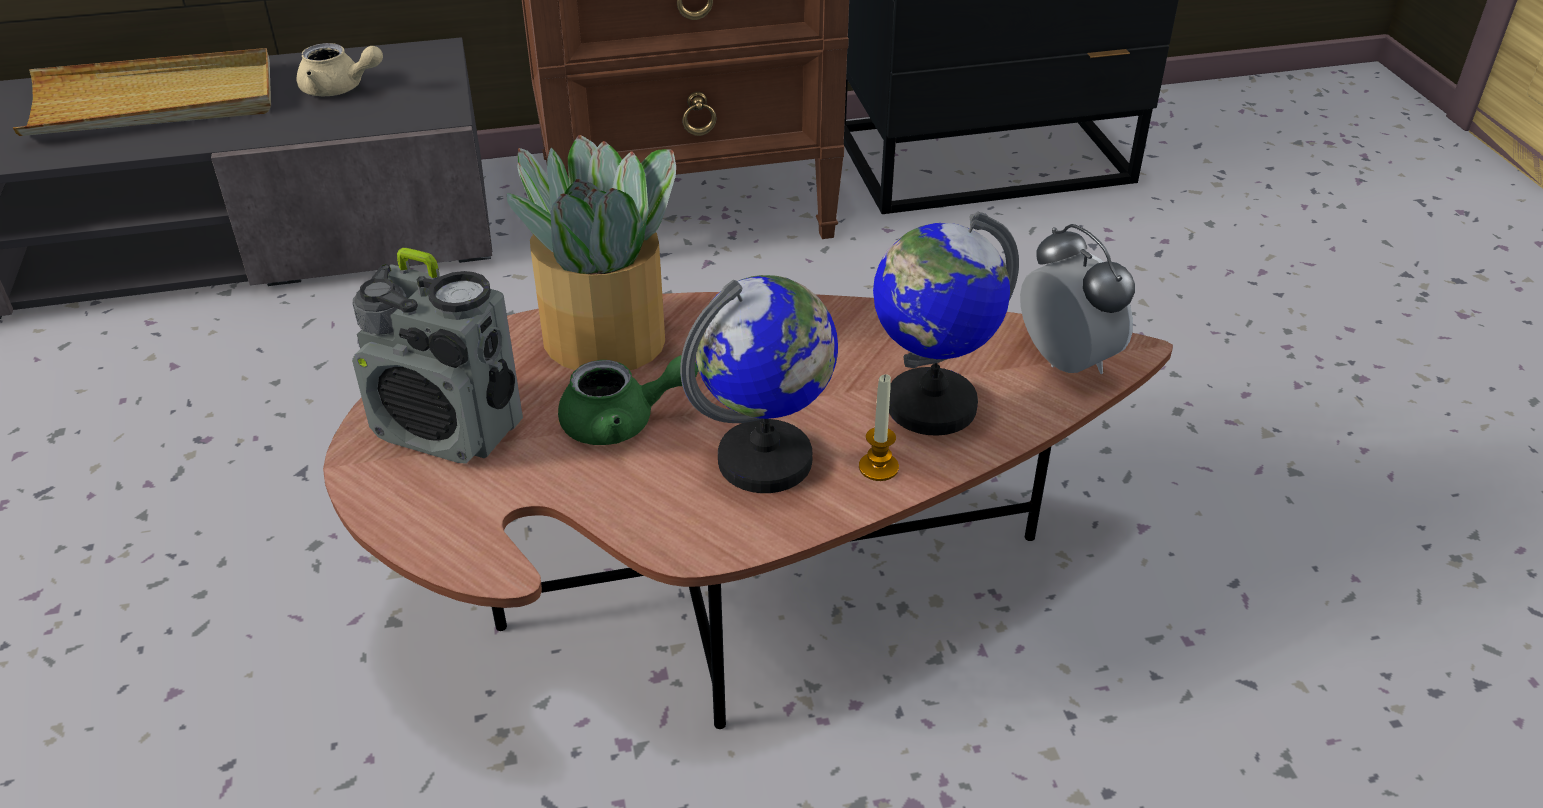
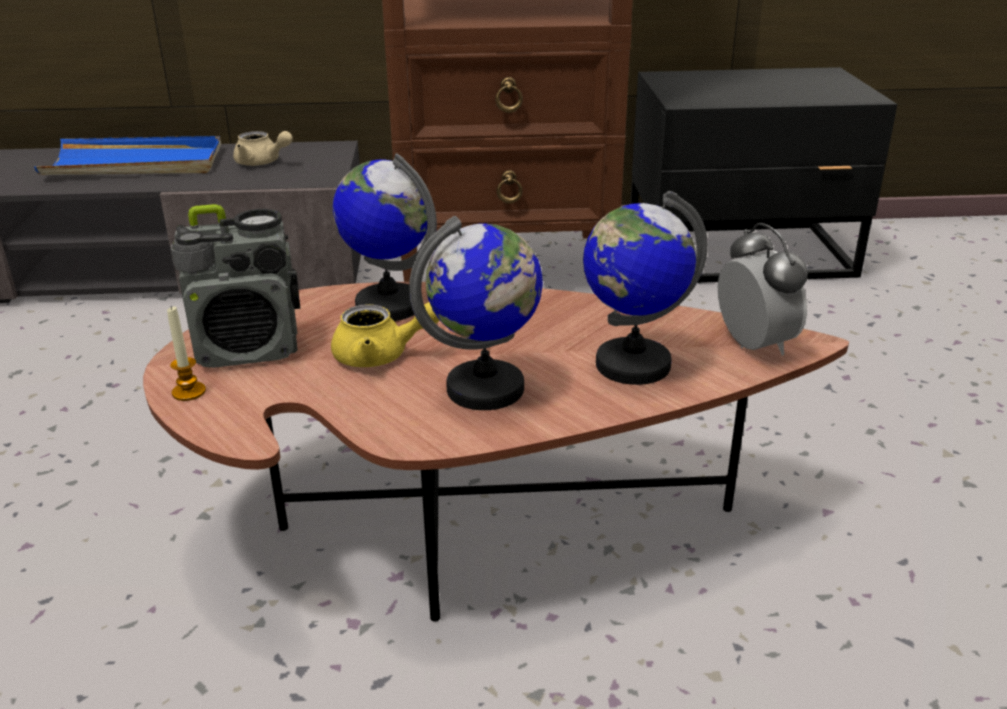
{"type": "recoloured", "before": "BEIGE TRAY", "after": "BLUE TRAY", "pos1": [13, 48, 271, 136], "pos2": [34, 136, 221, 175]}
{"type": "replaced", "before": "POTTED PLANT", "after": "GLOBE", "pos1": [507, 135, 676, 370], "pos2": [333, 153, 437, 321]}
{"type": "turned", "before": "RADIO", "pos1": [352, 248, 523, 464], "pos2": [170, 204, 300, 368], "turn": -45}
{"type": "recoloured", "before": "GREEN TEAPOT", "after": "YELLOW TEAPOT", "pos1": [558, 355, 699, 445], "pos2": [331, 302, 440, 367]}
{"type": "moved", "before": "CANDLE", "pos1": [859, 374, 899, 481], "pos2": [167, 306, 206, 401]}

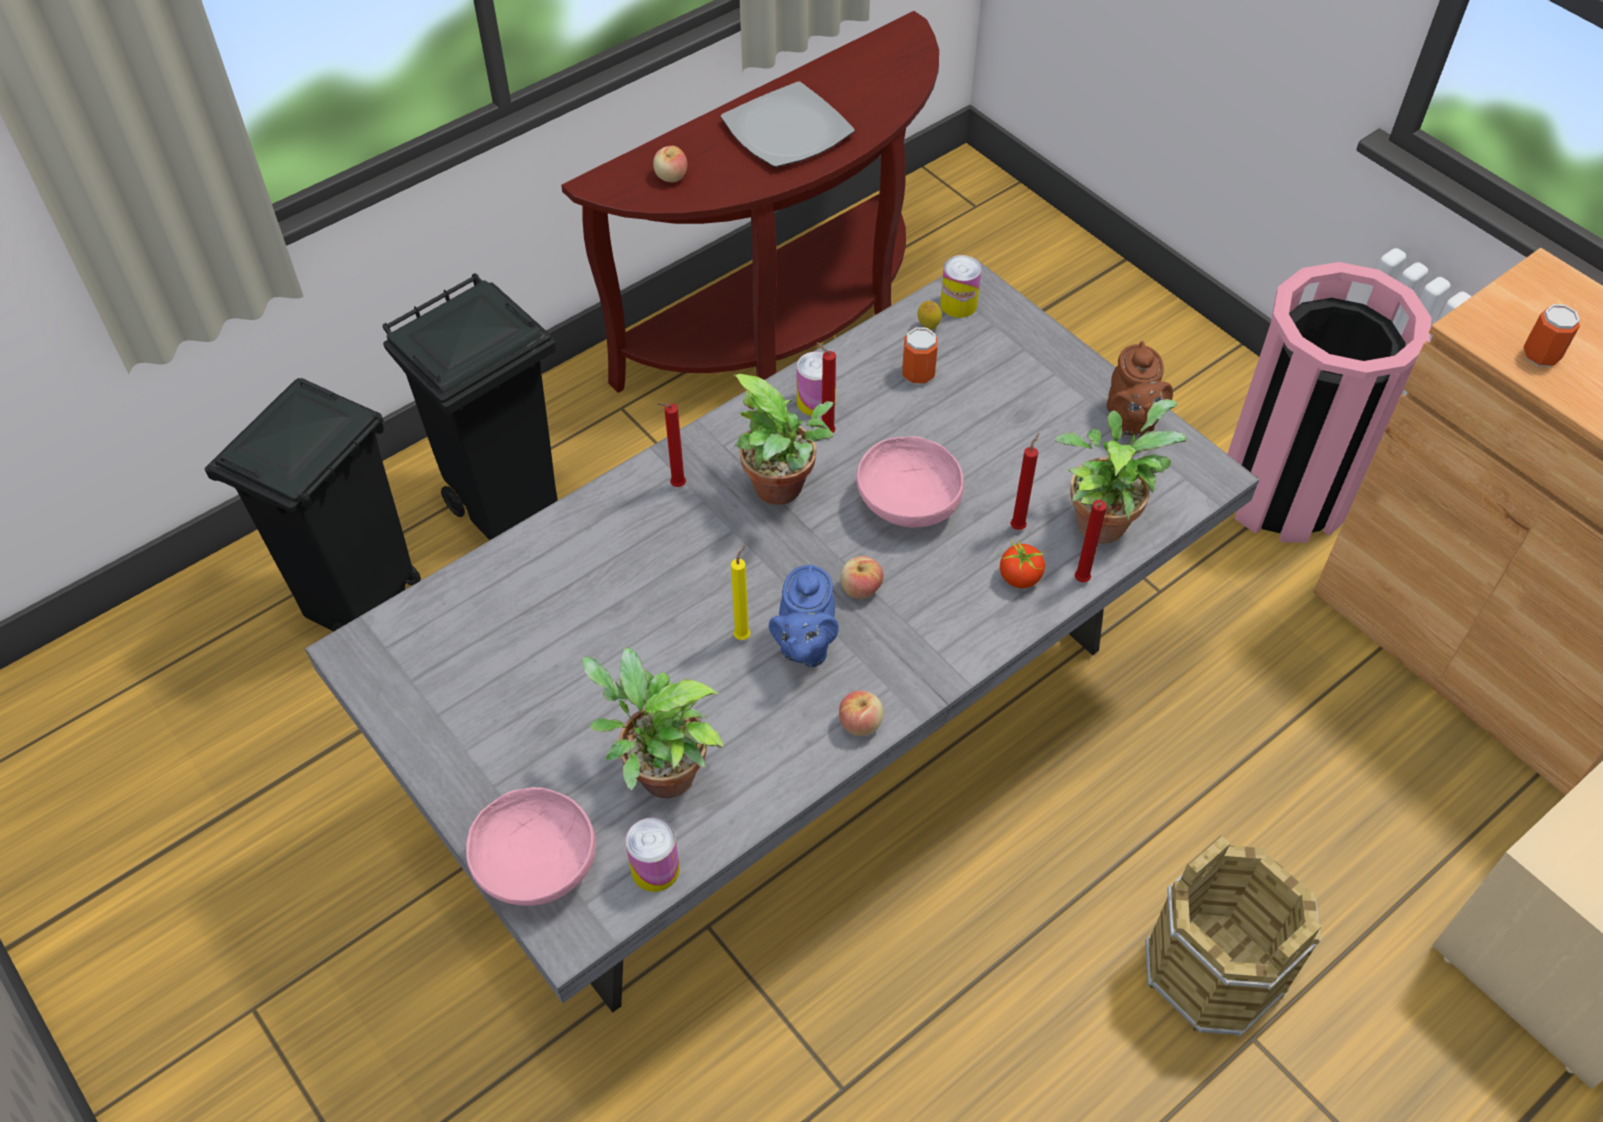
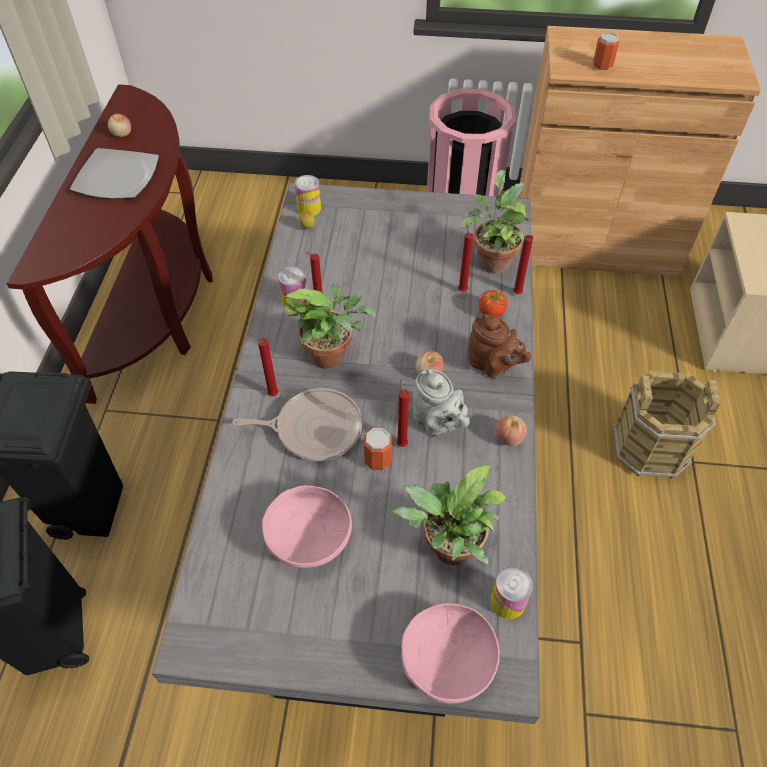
{"type": "moved", "before": "APPLE", "pos1": [653, 146, 687, 182], "pos2": [108, 114, 131, 137]}
{"type": "moved", "before": "CAN", "pos1": [902, 327, 938, 384], "pos2": [364, 428, 392, 470]}
{"type": "moved", "before": "BROWN TEAPOT", "pos1": [1107, 341, 1173, 437], "pos2": [468, 314, 531, 378]}
{"type": "moved", "before": "PINK BOWL", "pos1": [856, 436, 964, 527], "pos2": [262, 485, 352, 568]}
{"type": "recoloured", "before": "YELLOW CANDLE", "after": "RED CANDLE", "pos1": [731, 545, 750, 640], "pos2": [396, 380, 409, 447]}
{"type": "recoloured", "before": "BLUE TEAPOT", "after": "GREY TEAPOT", "pos1": [769, 565, 839, 668], "pos2": [412, 369, 470, 437]}
{"type": "added", "after": "FRYING PAN", "pos2": [233, 388, 362, 461]}

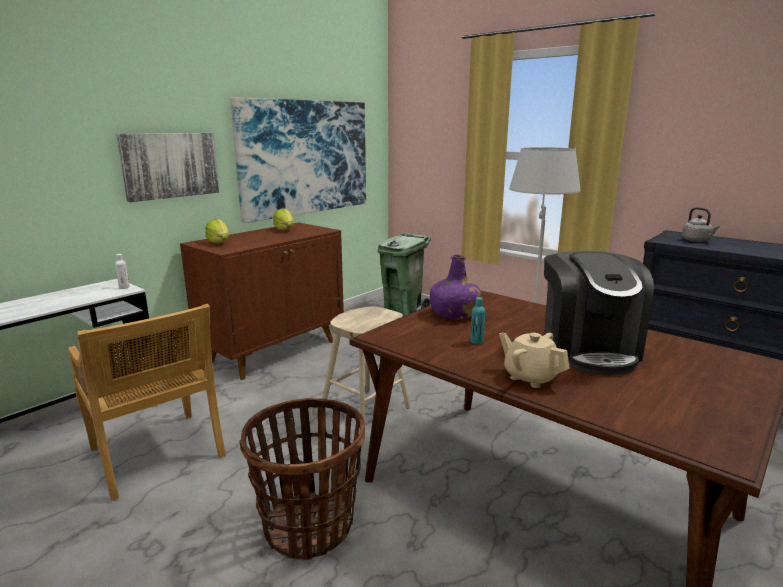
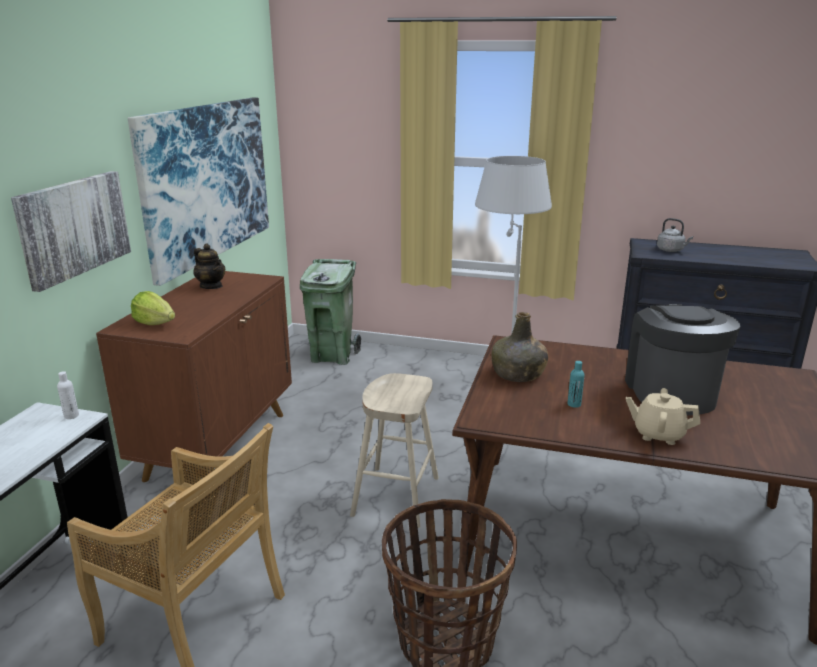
{"type": "replaced", "before": "LETTUCE", "after": "TEAPOT", "pos1": [273, 208, 294, 230], "pos2": [193, 244, 225, 289]}
{"type": "turned", "before": "COFFEE MACHINE", "pos1": [544, 251, 654, 375], "pos2": [625, 304, 740, 415], "turn": -150}
{"type": "recoloured", "before": "PURPLE BOTTLE", "after": "GREEN BOTTLE", "pos1": [430, 255, 482, 320], "pos2": [492, 312, 548, 382]}

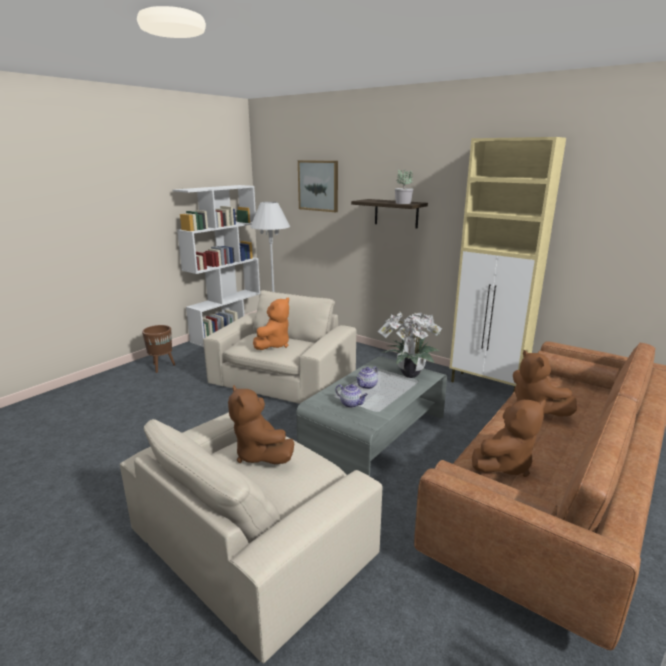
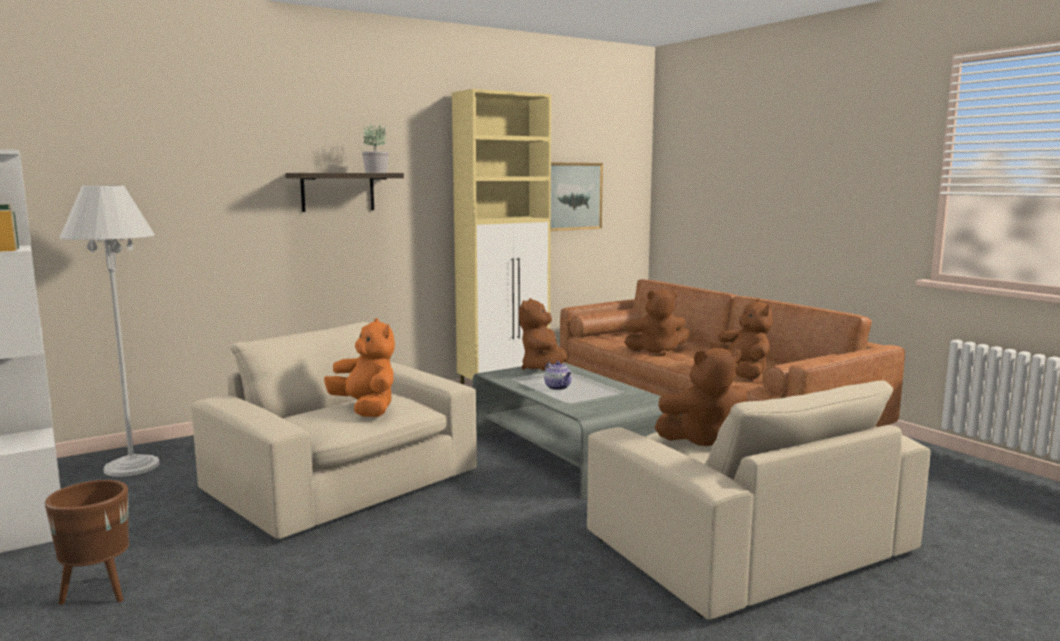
{"type": "moved", "before": "PICTURE", "pos1": [298, 160, 338, 212], "pos2": [551, 162, 603, 231]}
{"type": "replaced", "before": "POTTED PLANT", "after": "BROWN PLUSH TOY", "pos1": [378, 312, 442, 378], "pos2": [519, 298, 567, 371]}
{"type": "removed", "before": "TEAPOT", "pos1": [336, 384, 368, 408]}

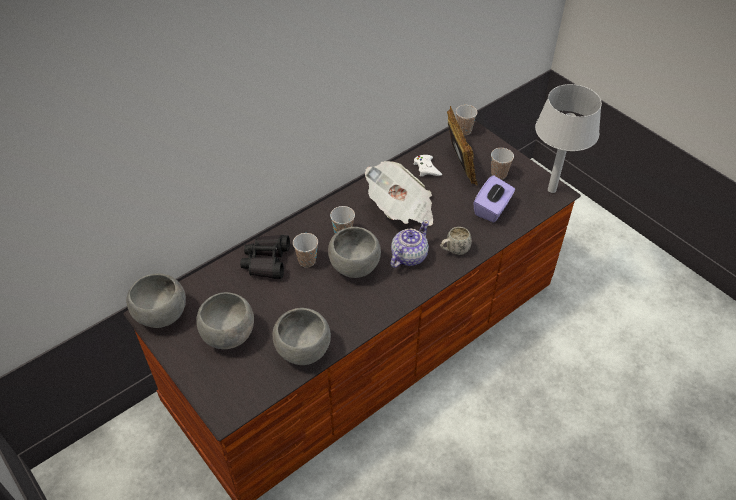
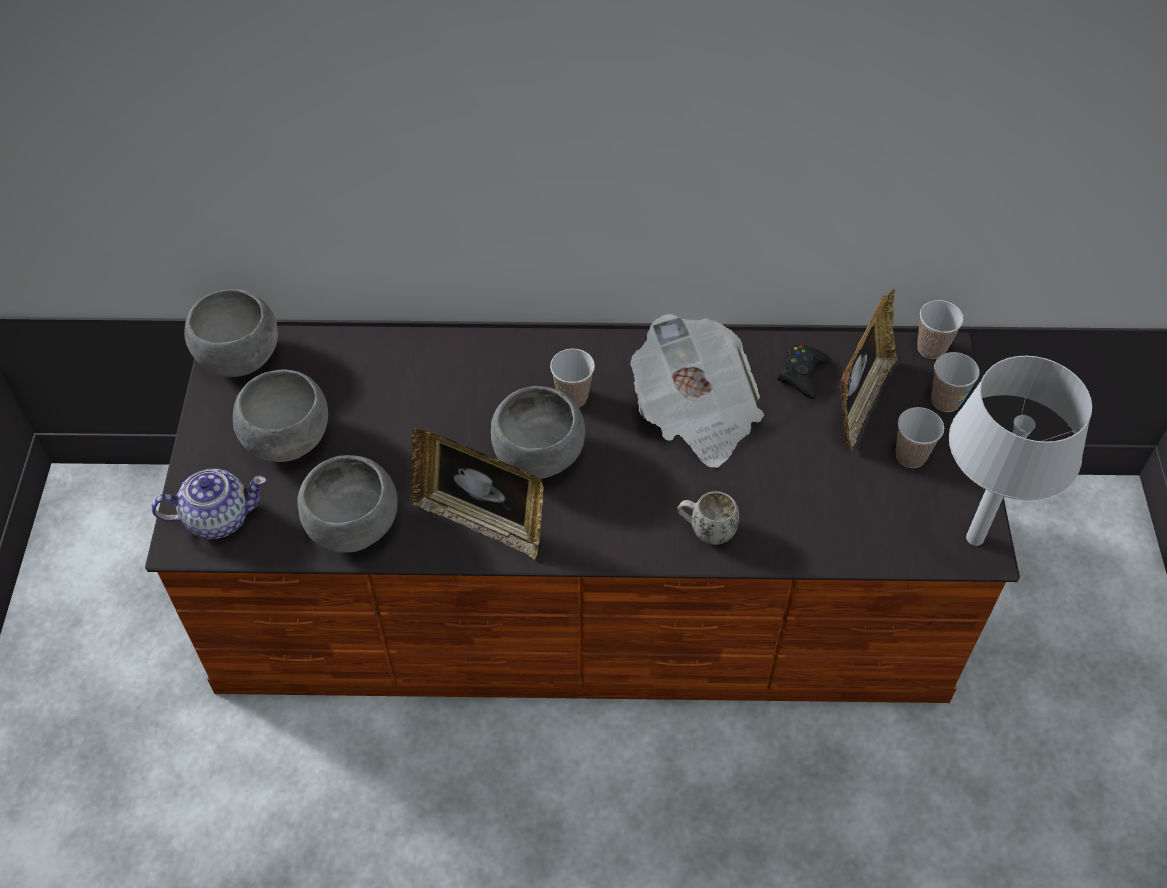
{"type": "recoloured", "before": "WHITE GAME CONTROLLER", "after": "BLACK GAME CONTROLLER", "pos1": [414, 155, 442, 177], "pos2": [777, 345, 831, 399]}
{"type": "removed", "before": "PURPLE TISSUE BOX", "pos1": [473, 175, 515, 223]}
{"type": "moved", "before": "TEAPOT", "pos1": [391, 220, 429, 268], "pos2": [151, 469, 267, 539]}
{"type": "moved", "before": "CUP", "pos1": [293, 233, 318, 268], "pos2": [931, 352, 980, 412]}
{"type": "removed", "before": "BLACK BINOCULARS", "pos1": [240, 235, 290, 279]}
{"type": "added", "after": "PICTURE FRAME", "pos2": [411, 428, 544, 560]}

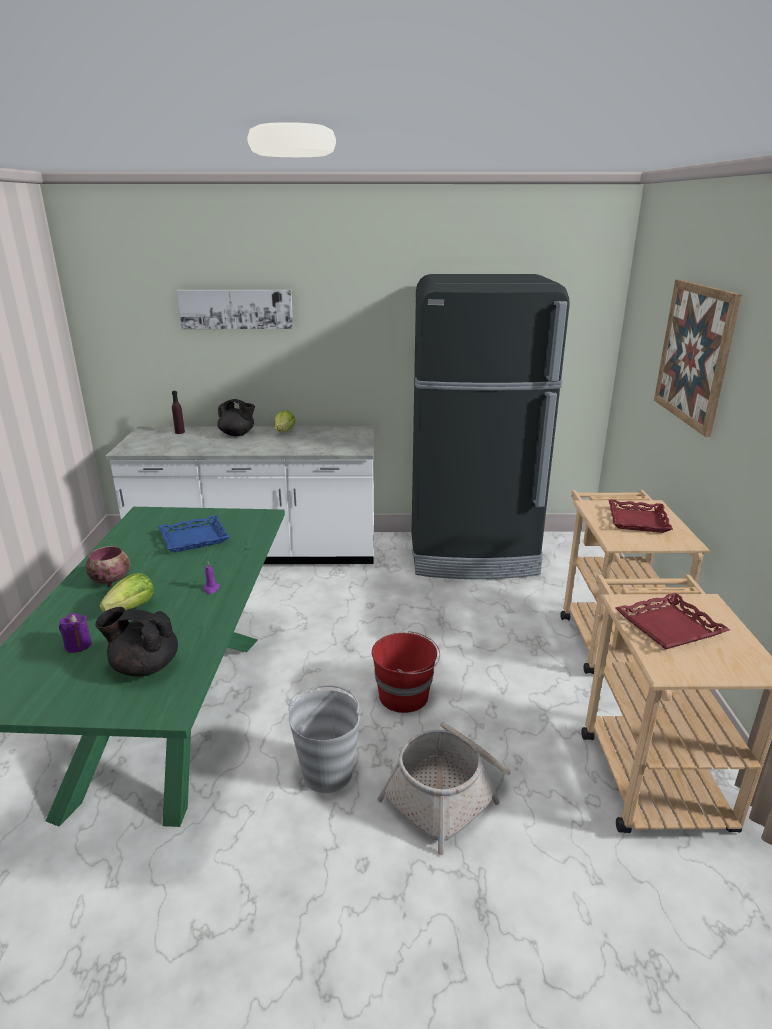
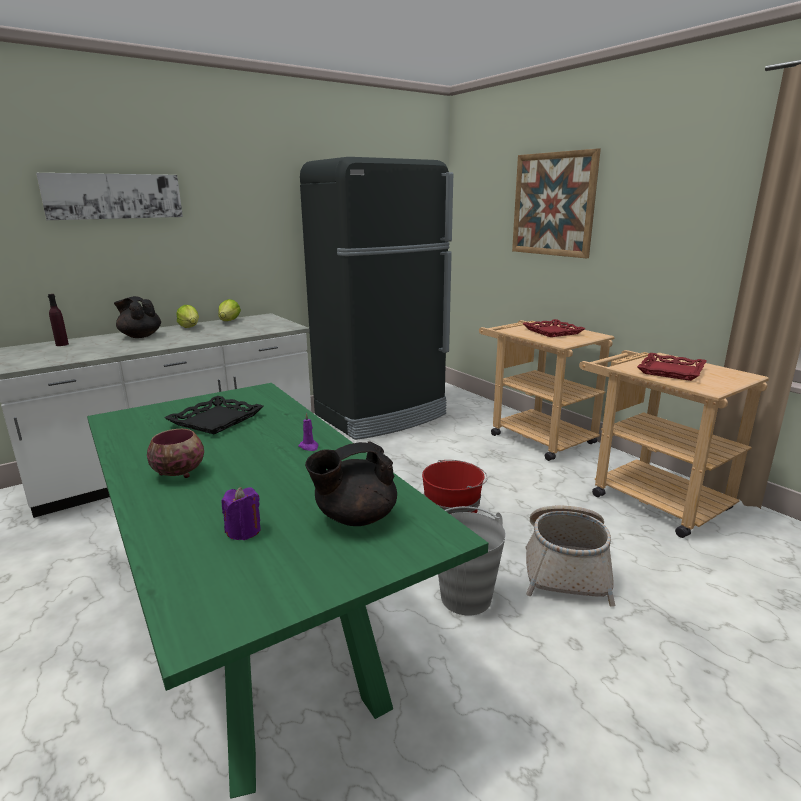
{"type": "turned", "before": "BLACK TEAPOT", "pos1": [217, 399, 255, 437], "pos2": [114, 296, 161, 338], "turn": -135}
{"type": "recoloured", "before": "BLUE TRAY", "after": "BLACK TRAY", "pos1": [158, 515, 230, 552], "pos2": [164, 396, 264, 434]}
{"type": "moved", "before": "LETTUCE", "pos1": [99, 573, 154, 612], "pos2": [218, 299, 241, 321]}

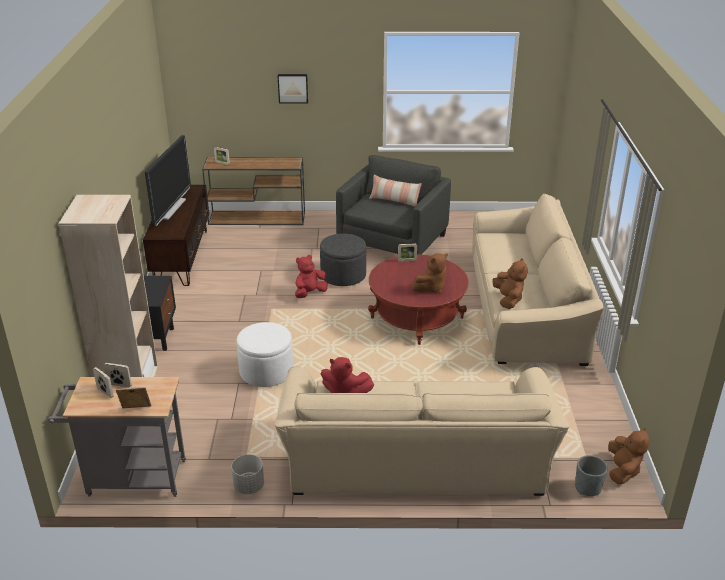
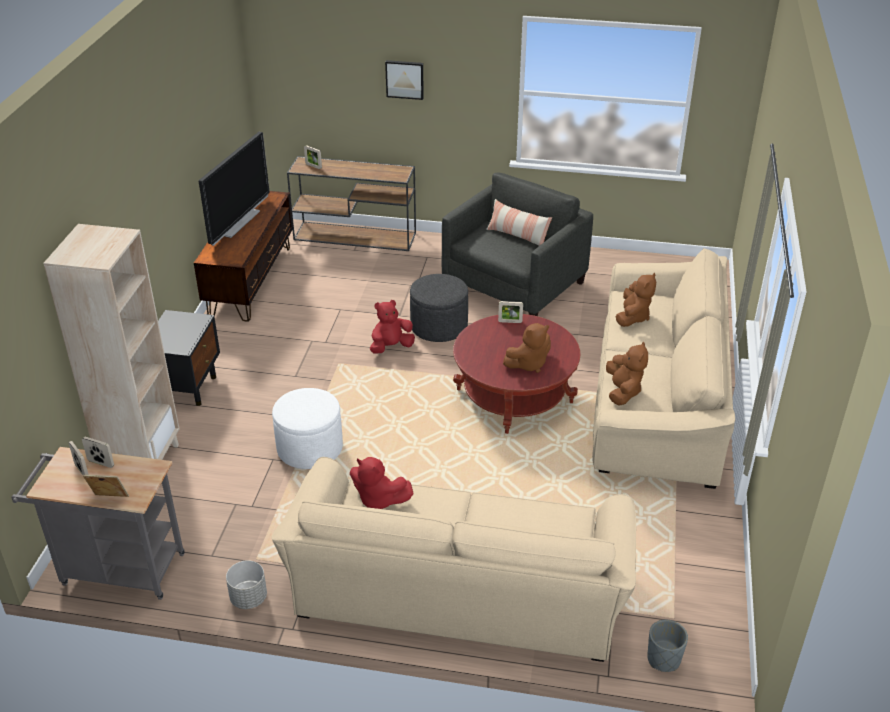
{"type": "moved", "before": "BROWN PLUSH TOY", "pos1": [608, 428, 649, 484], "pos2": [616, 272, 656, 327]}

